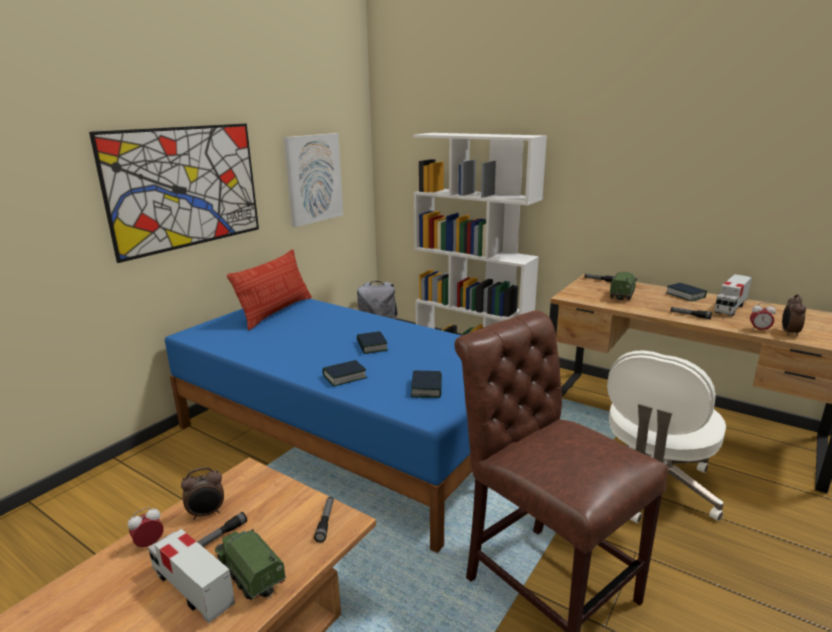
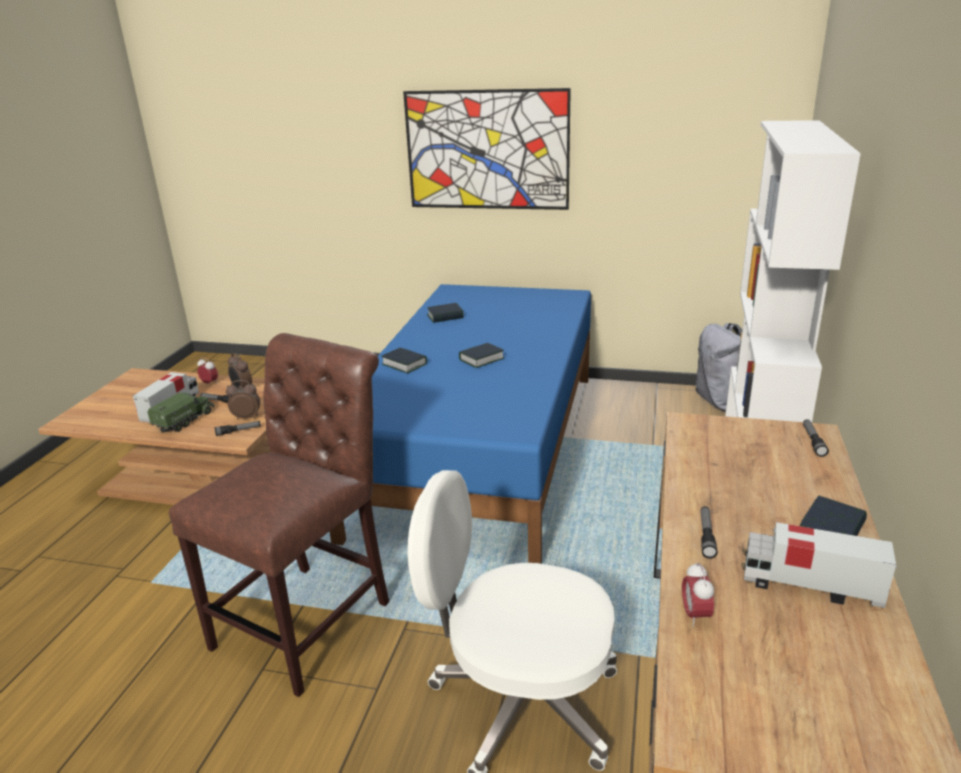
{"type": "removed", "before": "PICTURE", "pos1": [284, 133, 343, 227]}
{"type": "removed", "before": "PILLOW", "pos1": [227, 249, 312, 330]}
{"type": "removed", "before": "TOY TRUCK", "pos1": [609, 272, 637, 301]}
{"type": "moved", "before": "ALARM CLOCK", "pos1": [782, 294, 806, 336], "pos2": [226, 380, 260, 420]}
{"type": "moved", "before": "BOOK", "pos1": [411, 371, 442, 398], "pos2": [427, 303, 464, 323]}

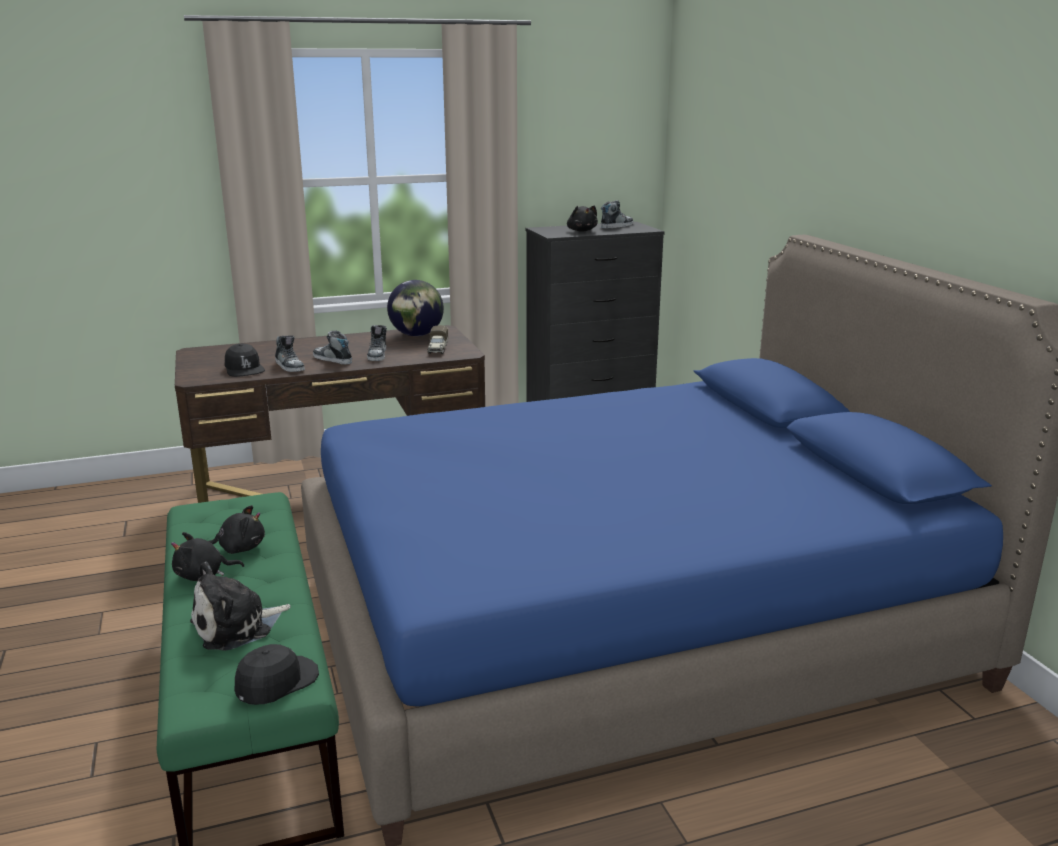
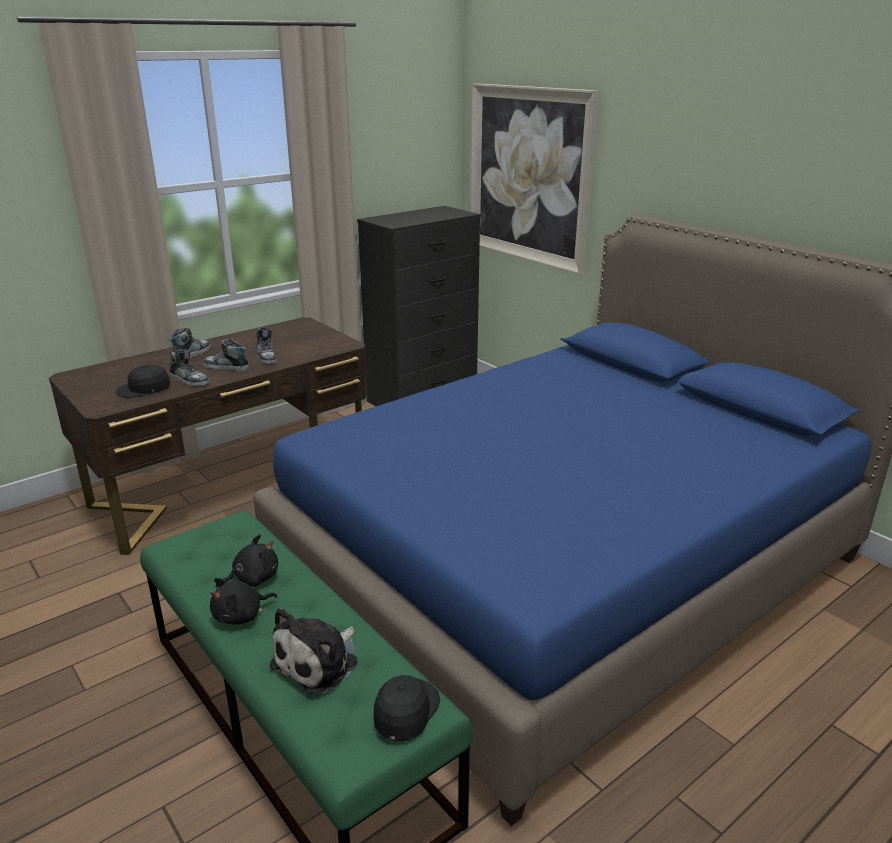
{"type": "moved", "before": "SHOE", "pos1": [601, 200, 633, 229], "pos2": [169, 327, 211, 358]}
{"type": "removed", "before": "BLACK PLUSH TOY", "pos1": [567, 205, 598, 232]}
{"type": "removed", "before": "GLOBE", "pos1": [387, 280, 444, 336]}
{"type": "removed", "before": "TOY TRUCK", "pos1": [427, 325, 448, 354]}
{"type": "turned", "before": "BLACK CAP", "pos1": [225, 344, 265, 377], "pos2": [116, 365, 171, 398], "turn": 120}
{"type": "added", "after": "PICTURE", "pos2": [470, 83, 599, 275]}

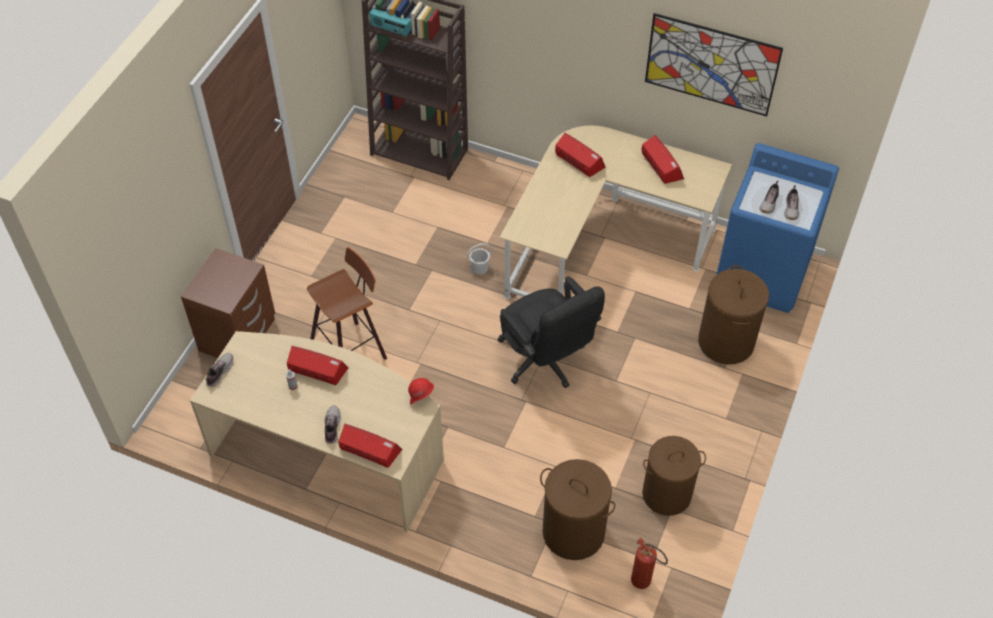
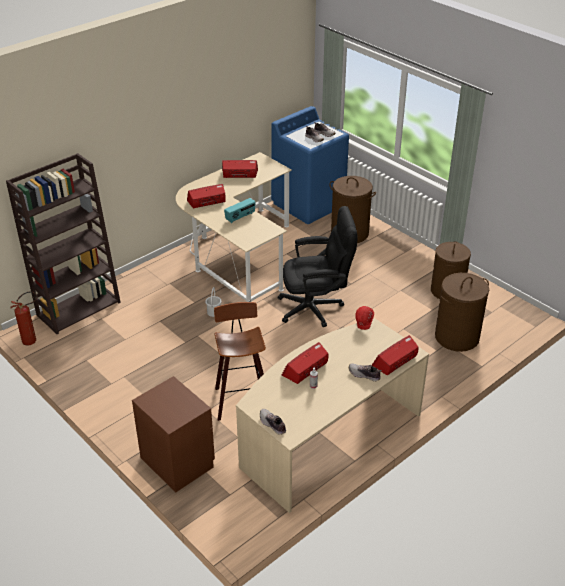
{"type": "moved", "before": "RADIO", "pos1": [369, 8, 411, 37], "pos2": [224, 198, 256, 223]}
{"type": "removed", "before": "PICTURE", "pos1": [645, 13, 783, 116]}
{"type": "moved", "before": "FIRE EXTINGUISHER", "pos1": [631, 538, 668, 589], "pos2": [11, 291, 37, 346]}

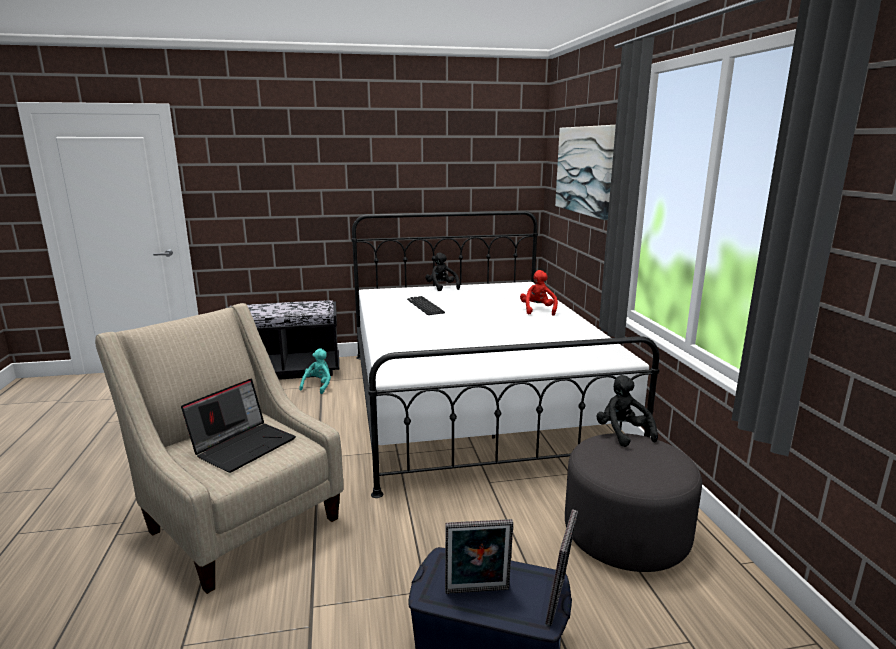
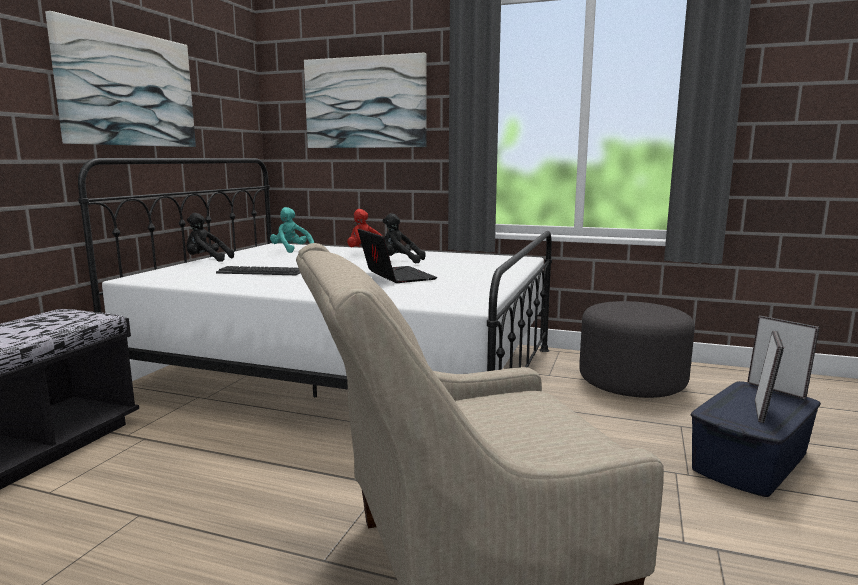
{"type": "moved", "before": "TURQUOISE PLUSH TOY", "pos1": [299, 348, 331, 394], "pos2": [270, 207, 314, 253]}
{"type": "moved", "before": "BLACK PLUSH TOY", "pos1": [596, 375, 658, 447], "pos2": [382, 213, 425, 263]}
{"type": "moved", "before": "LAPTOP", "pos1": [181, 379, 296, 473], "pos2": [358, 229, 437, 283]}
{"type": "added", "after": "PICTURE", "pos2": [45, 11, 196, 147]}

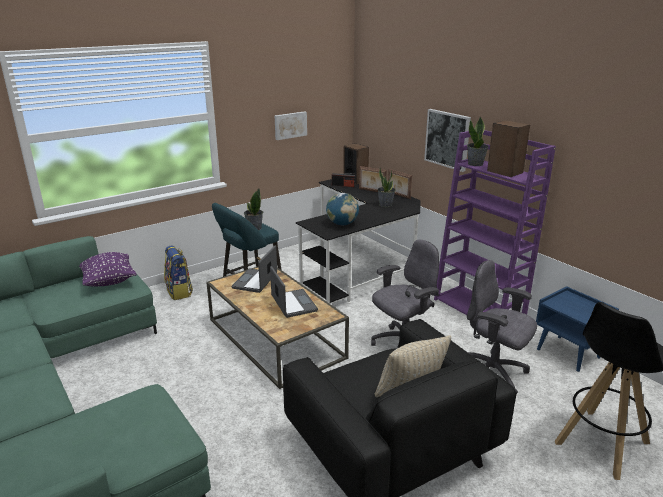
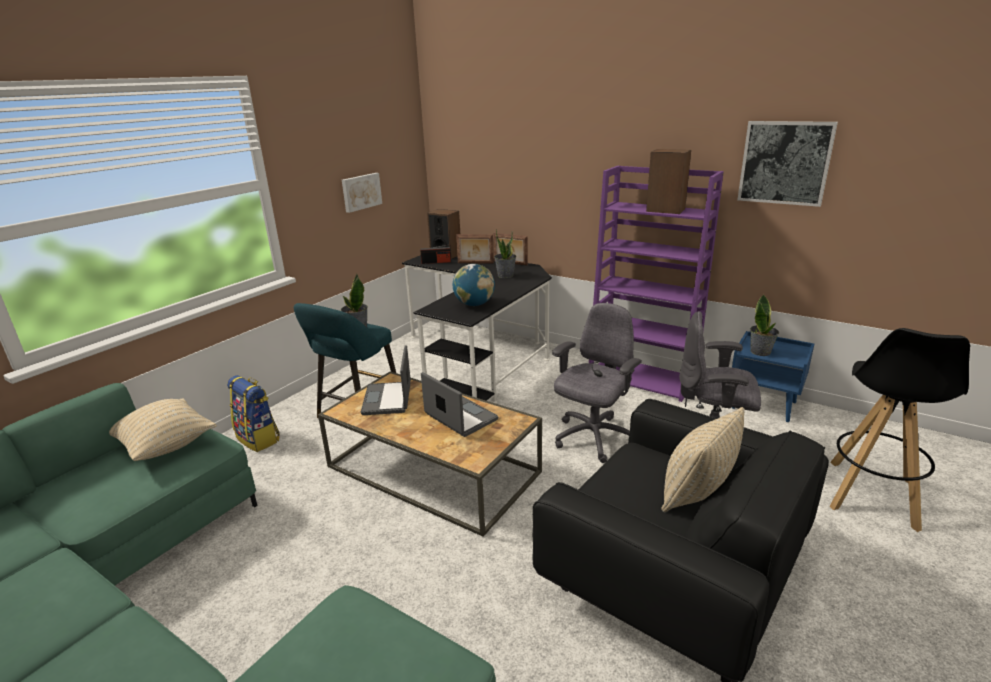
{"type": "moved", "before": "PICTURE", "pos1": [424, 109, 471, 172], "pos2": [737, 121, 838, 207]}
{"type": "moved", "before": "POTTED PLANT", "pos1": [467, 116, 489, 166], "pos2": [750, 294, 779, 356]}
{"type": "recoloured", "before": "PURPLE PILLOW", "after": "BEIGE PILLOW", "pos1": [79, 252, 137, 286], "pos2": [109, 398, 217, 461]}

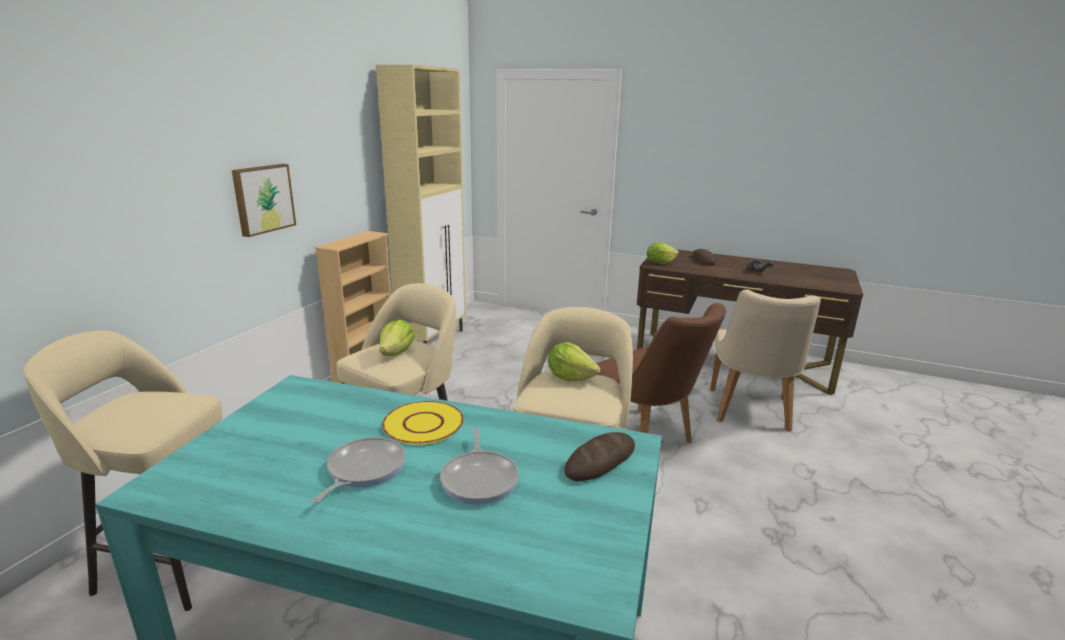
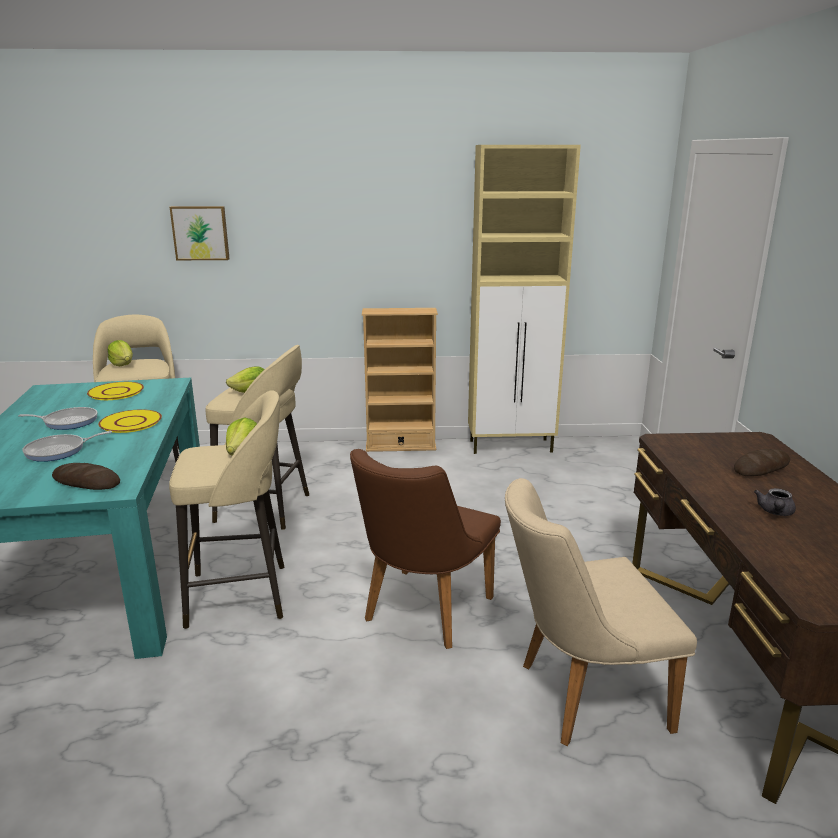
{"type": "moved", "before": "PICTURE", "pos1": [232, 164, 296, 237], "pos2": [170, 206, 230, 260]}
{"type": "moved", "before": "LETTUCE", "pos1": [647, 242, 679, 264], "pos2": [108, 340, 133, 366]}
{"type": "added", "after": "YELLOW PLATE", "pos2": [87, 382, 144, 400]}

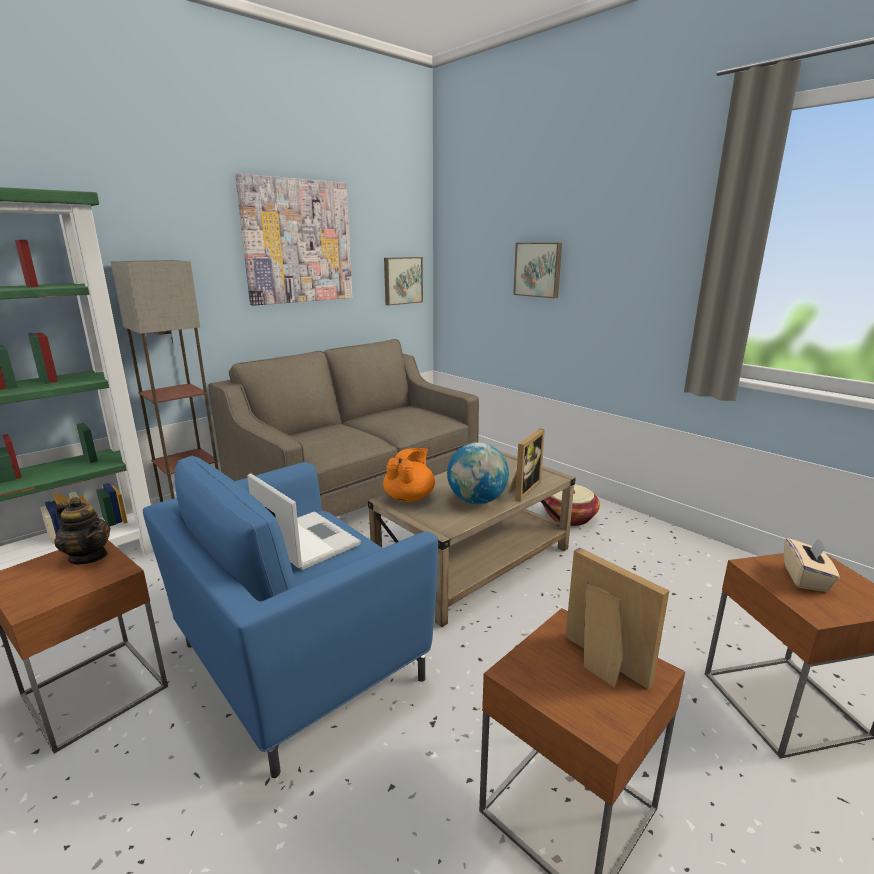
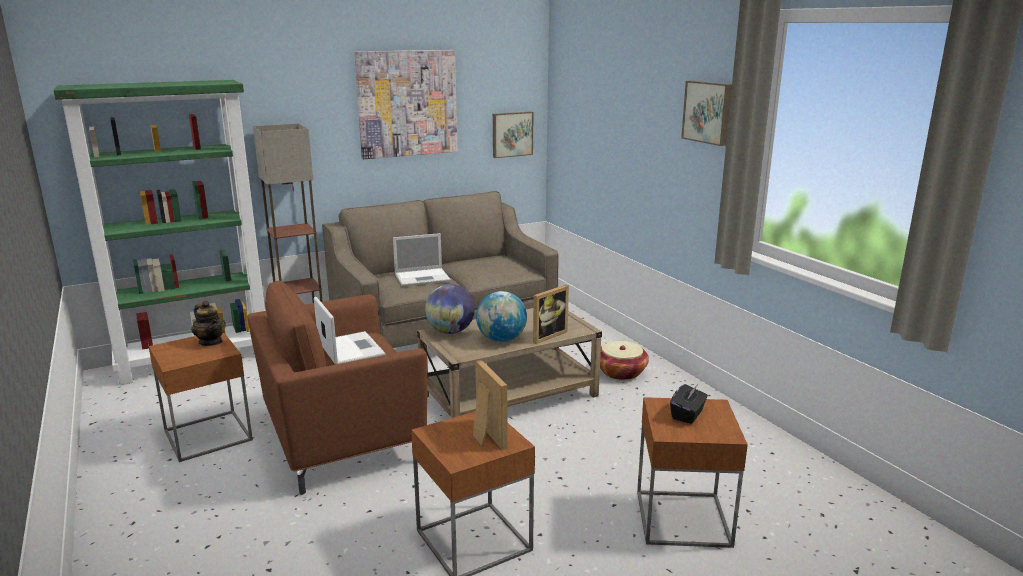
{"type": "moved", "before": "PICTURE", "pos1": [513, 243, 562, 298], "pos2": [681, 81, 732, 146]}
{"type": "replaced", "before": "ORANGE TEAPOT", "after": "GLOBE", "pos1": [383, 448, 435, 502], "pos2": [425, 284, 475, 334]}
{"type": "recoloured", "before": "BLUE ARMCHAIR", "after": "BROWN ARMCHAIR", "pos1": [143, 456, 438, 778], "pos2": [247, 280, 427, 495]}
{"type": "recoloured", "before": "BEIGE TISSUE BOX", "after": "BLACK TISSUE BOX", "pos1": [784, 538, 840, 592], "pos2": [670, 384, 708, 424]}
{"type": "added", "after": "LAPTOP", "pos2": [393, 233, 451, 286]}

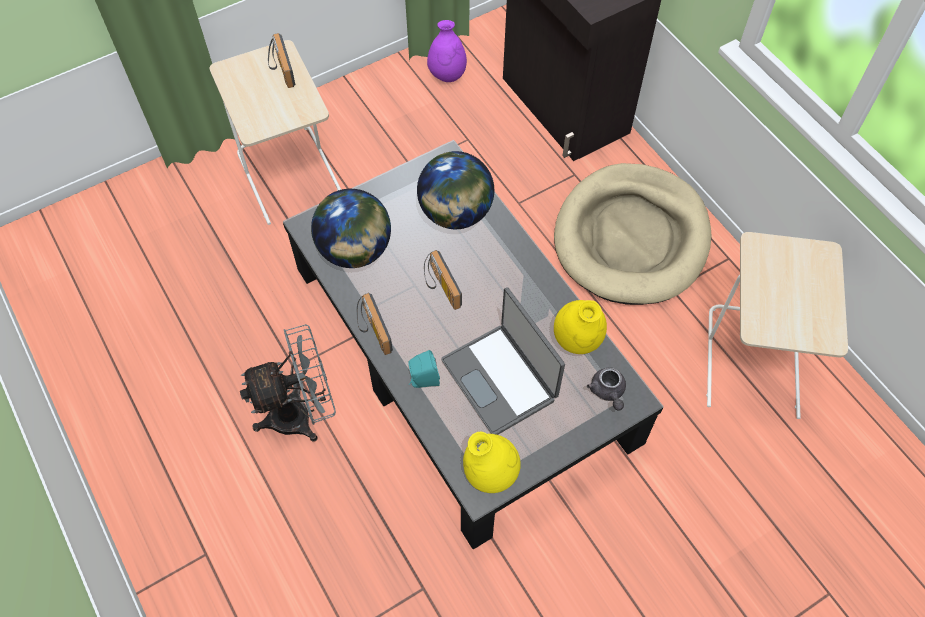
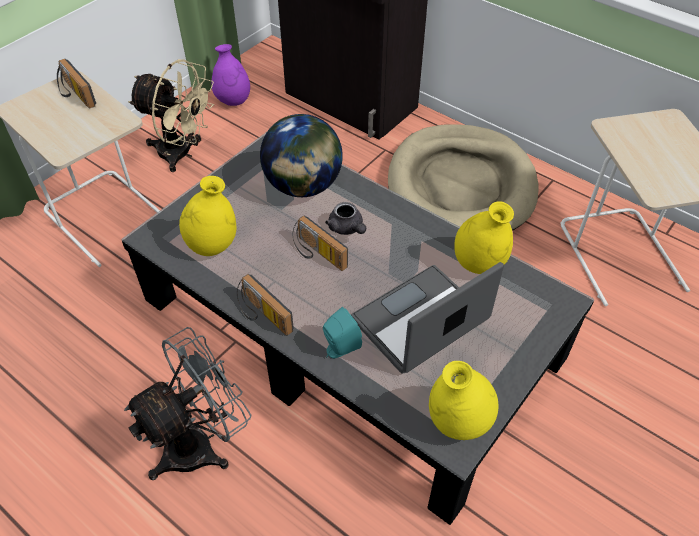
{"type": "replaced", "before": "GLOBE", "after": "YELLOW VASE", "pos1": [311, 189, 391, 268], "pos2": [179, 176, 236, 256]}
{"type": "turned", "before": "LAPTOP", "pos1": [441, 287, 565, 435], "pos2": [351, 262, 504, 374], "turn": 105}
{"type": "moved", "before": "GREY TEAPOT", "pos1": [587, 368, 626, 410], "pos2": [325, 202, 366, 235]}
{"type": "added", "after": "BEIGE FAN", "pos2": [128, 59, 214, 172]}

